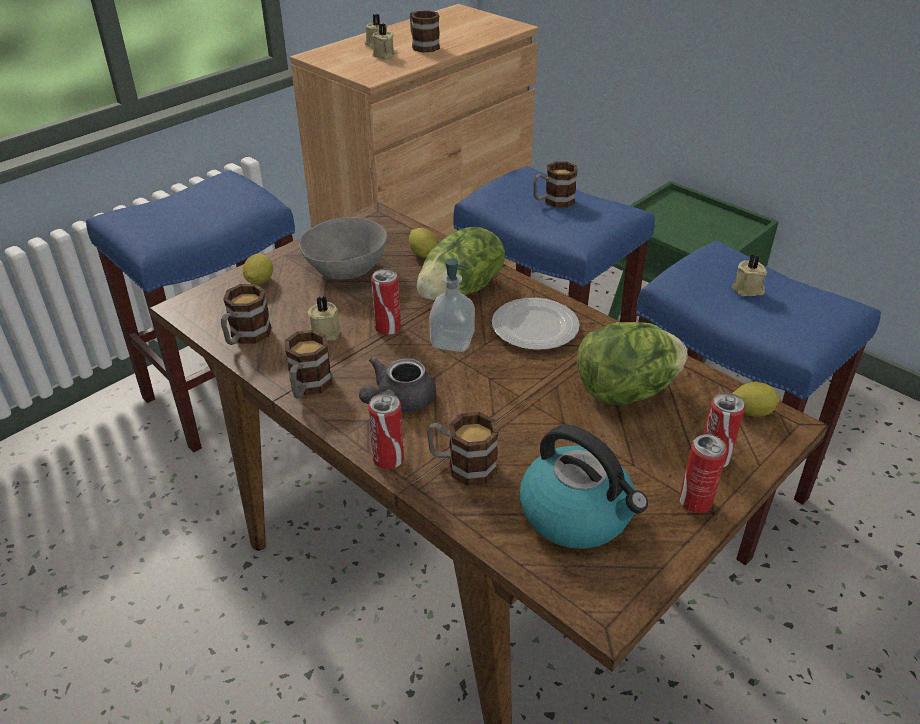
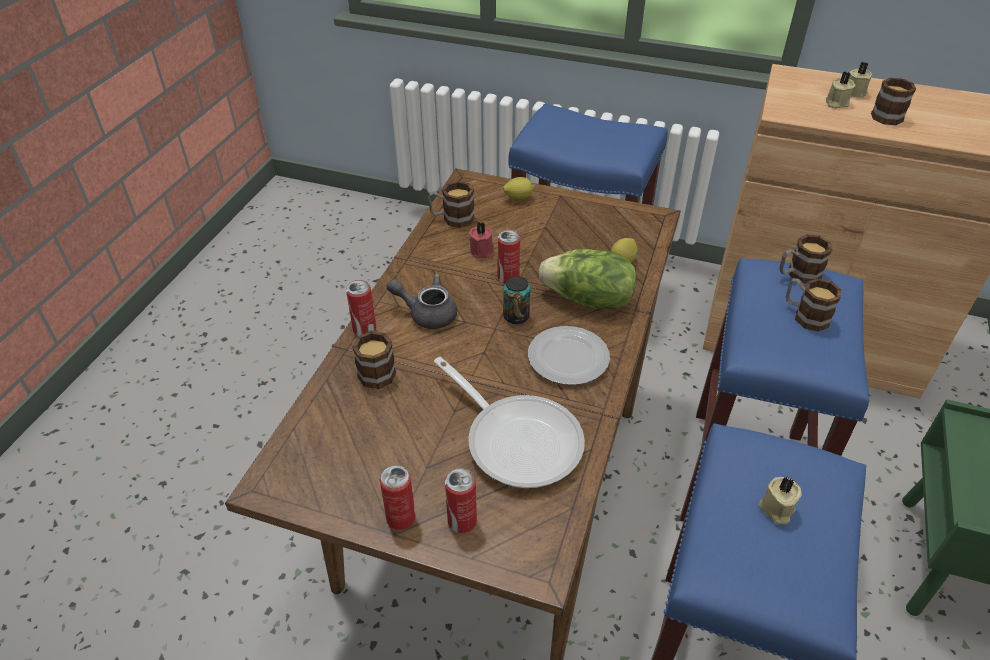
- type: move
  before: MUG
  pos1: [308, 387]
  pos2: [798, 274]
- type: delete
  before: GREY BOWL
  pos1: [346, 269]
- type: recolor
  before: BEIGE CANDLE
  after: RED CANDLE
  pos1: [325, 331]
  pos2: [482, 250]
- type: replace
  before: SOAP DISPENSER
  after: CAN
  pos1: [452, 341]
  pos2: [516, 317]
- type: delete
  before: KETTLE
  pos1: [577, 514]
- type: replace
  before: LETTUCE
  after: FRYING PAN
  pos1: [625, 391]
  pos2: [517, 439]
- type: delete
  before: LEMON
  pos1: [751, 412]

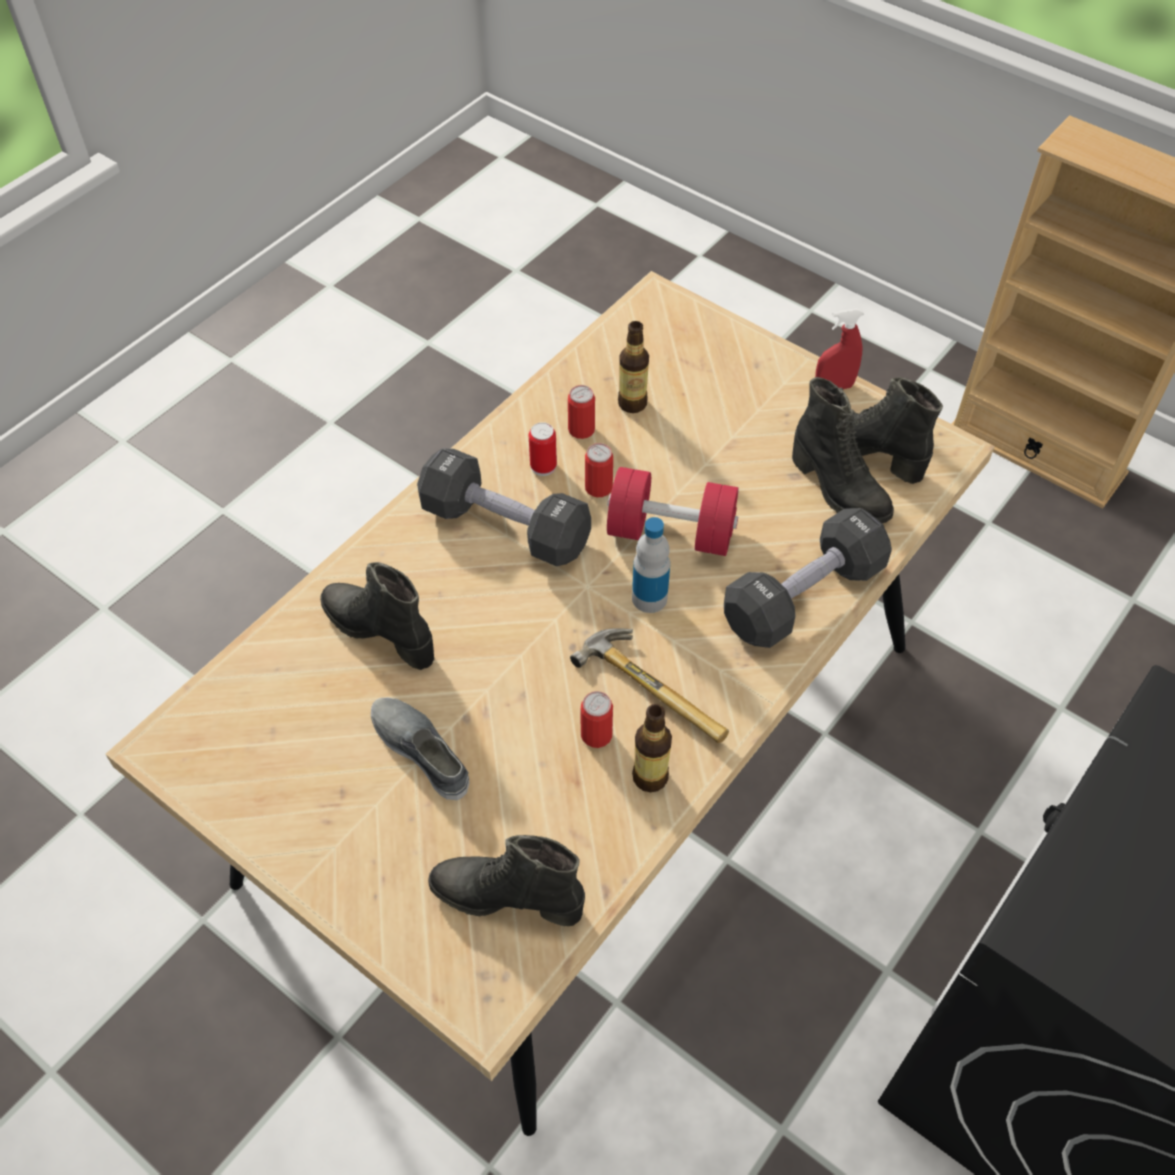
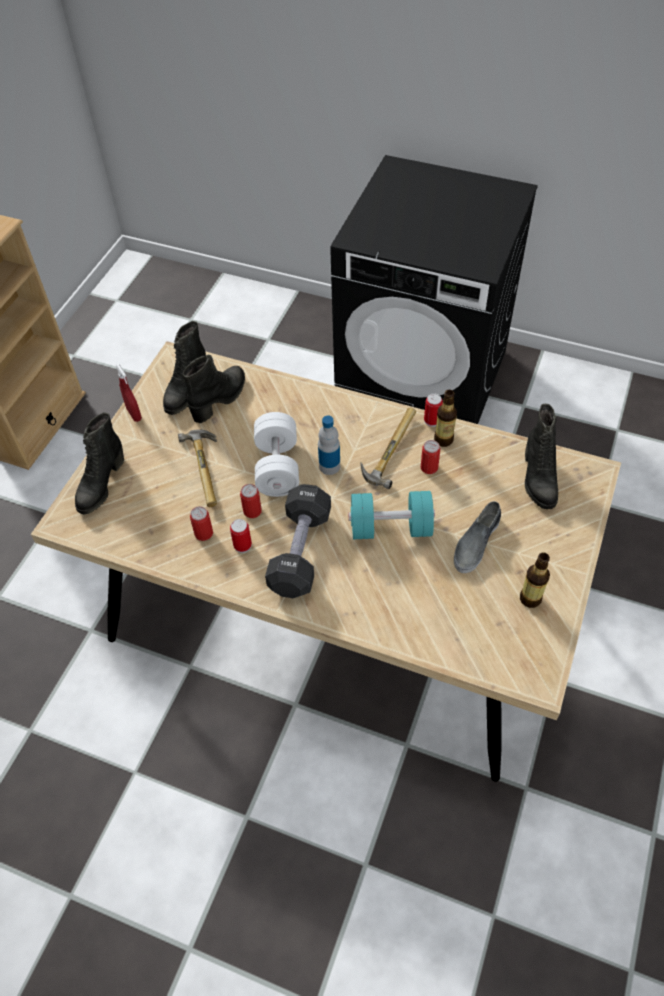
- type: move
  before: BLACK BOOT
  pos1: [380, 631]
  pos2: [101, 485]
- type: recolor
  before: RED DUMBBELL
  after: WHITE DUMBBELL
  pos1: [670, 532]
  pos2: [277, 467]
- type: move
  before: BOTTLE
  pos1: [632, 403]
  pos2: [530, 598]
- type: delete
  before: BLACK DUMBBELL
  pos1: [803, 596]
- type: insert
  after: HAMMER
  pos2: [208, 469]
- type: insert
  after: TURQUOISE DUMBBELL
  pos2: [390, 527]
- type: insert
  after: CAN
  pos2: [432, 420]

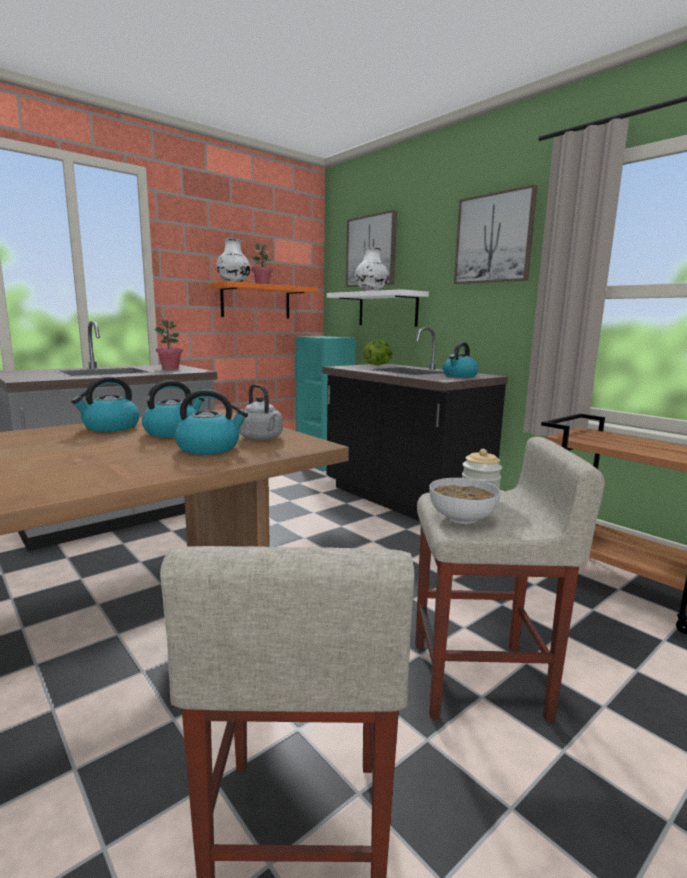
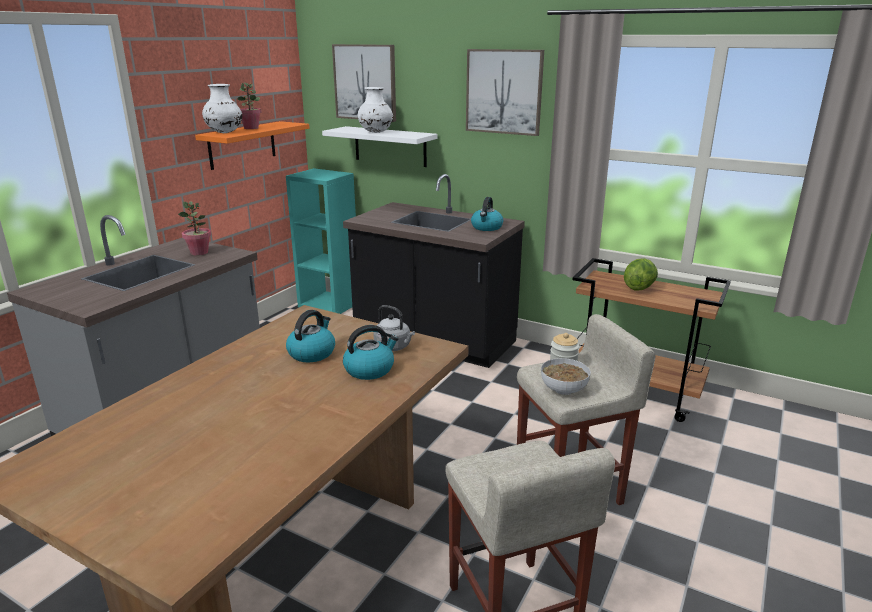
- type: delete
  before: KETTLE
  pos1: [110, 427]
- type: move
  before: LETTUCE
  pos1: [378, 365]
  pos2: [639, 288]

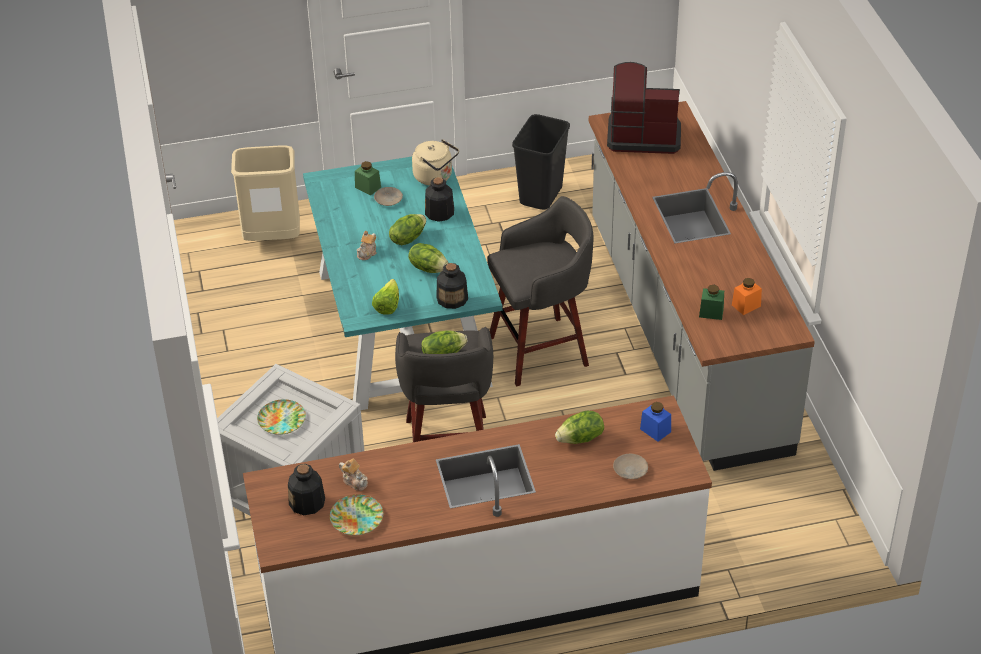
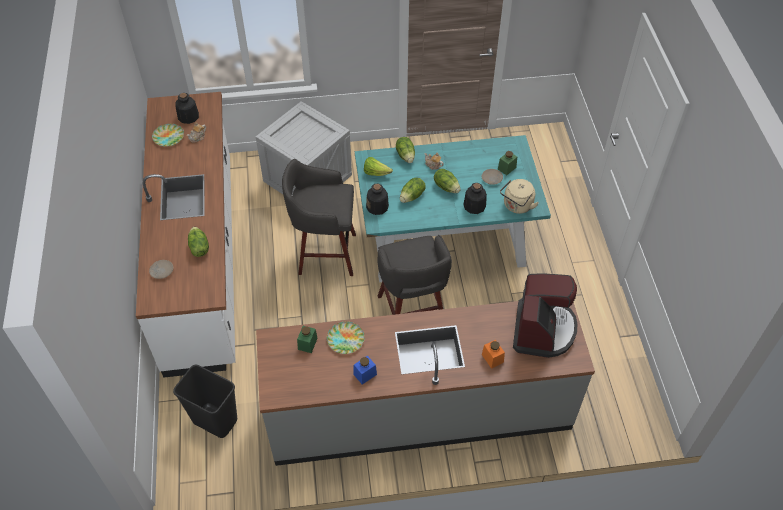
- type: delete
  before: BEIGE TRASH CAN
  pos1: [272, 239]
- type: move
  before: PLATE
  pos1: [282, 420]
  pos2: [345, 340]
- type: move
  before: LETTUCE
  pos1: [443, 354]
  pos2: [406, 155]
- type: move
  before: BLACK TRASH CAN
  pos1: [541, 196]
  pos2: [214, 421]
- type: move
  before: BLUE JAR
  pos1: [655, 430]
  pos2: [365, 374]
- type: move
  before: ORANGE JAR
  pos1: [746, 305]
  pos2: [492, 358]

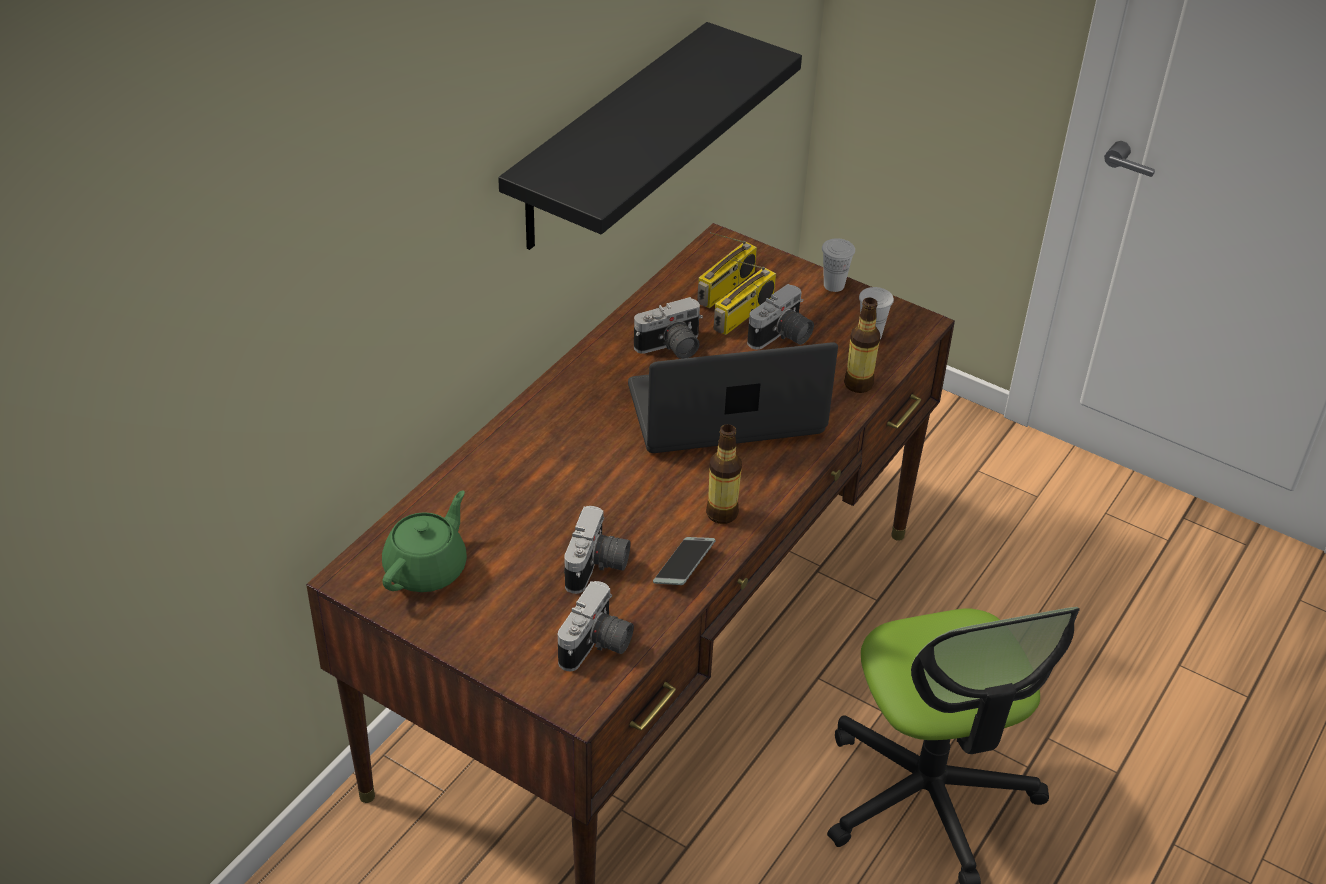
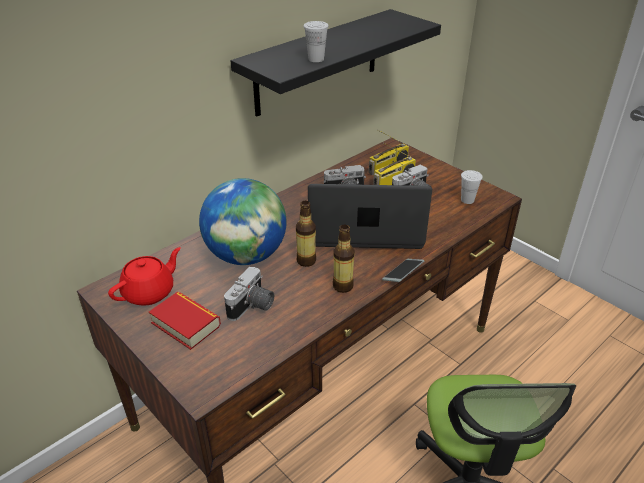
- type: recolor
  before: GREEN TEAPOT
  after: RED TEAPOT
  pos1: [427, 569]
  pos2: [150, 292]
- type: delete
  before: PHOTO CAMERA
  pos1: [597, 646]
- type: move
  before: PHONE
  pos1: [684, 566]
  pos2: [403, 274]
- type: move
  before: WHITE CUP
  pos1: [834, 285]
  pos2: [316, 59]
- type: move
  before: BOTTLE
  pos1: [858, 384]
  pos2: [306, 261]
- type: insert
  after: BOOK
  pos2: [186, 324]
- type: insert
  after: GLOBE
  pos2: [246, 255]

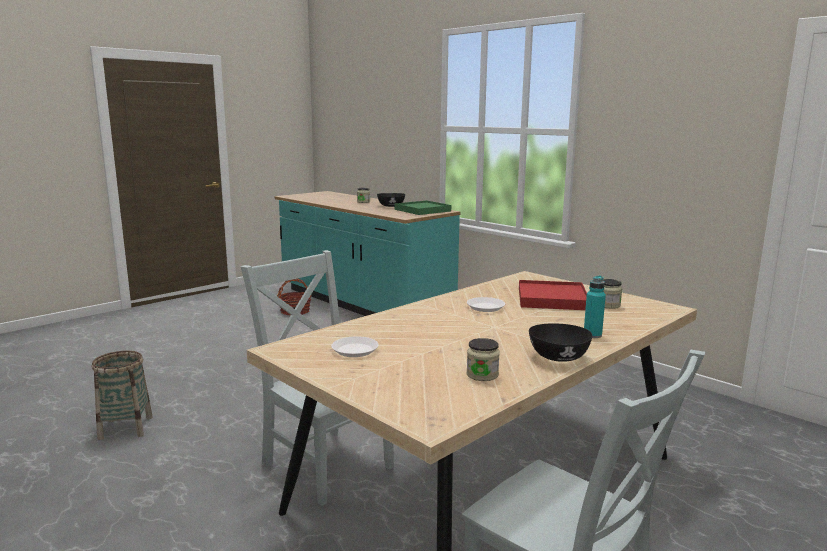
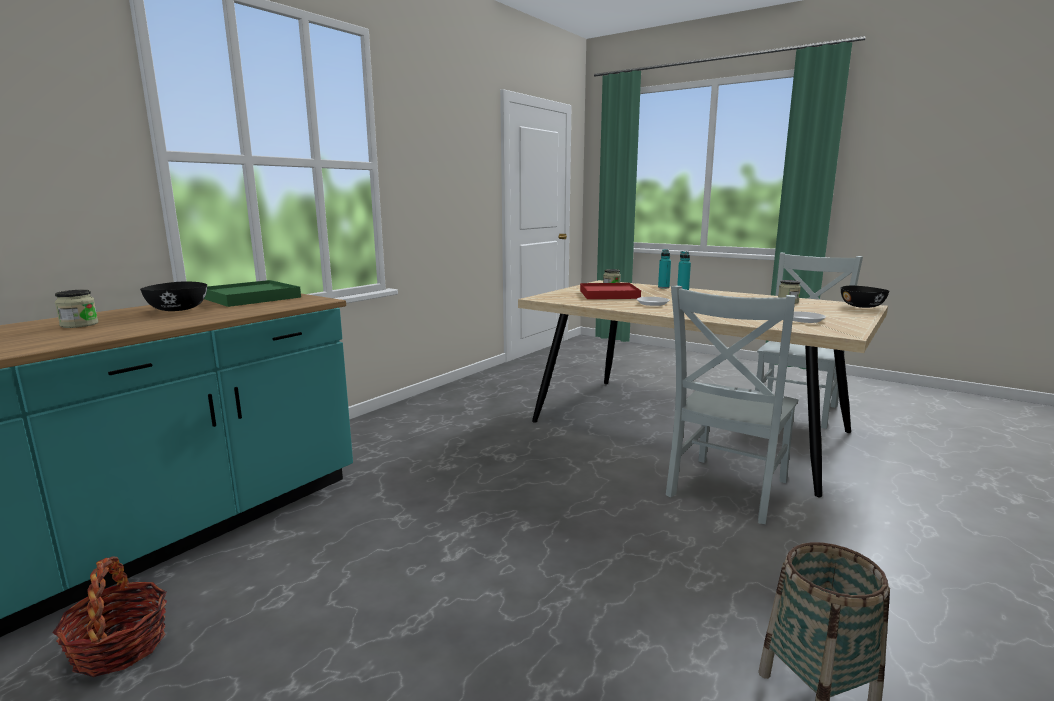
- type: move
  before: BLACK BOWL
  pos1: [558, 357]
  pos2: [862, 307]
- type: insert
  after: TURQUOISE BOTTLE
  pos2: [663, 287]

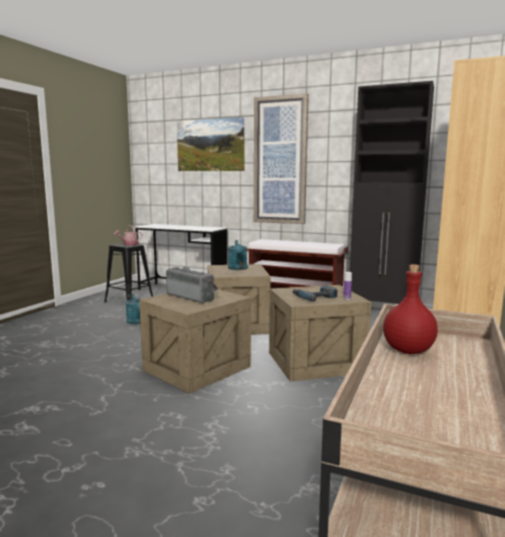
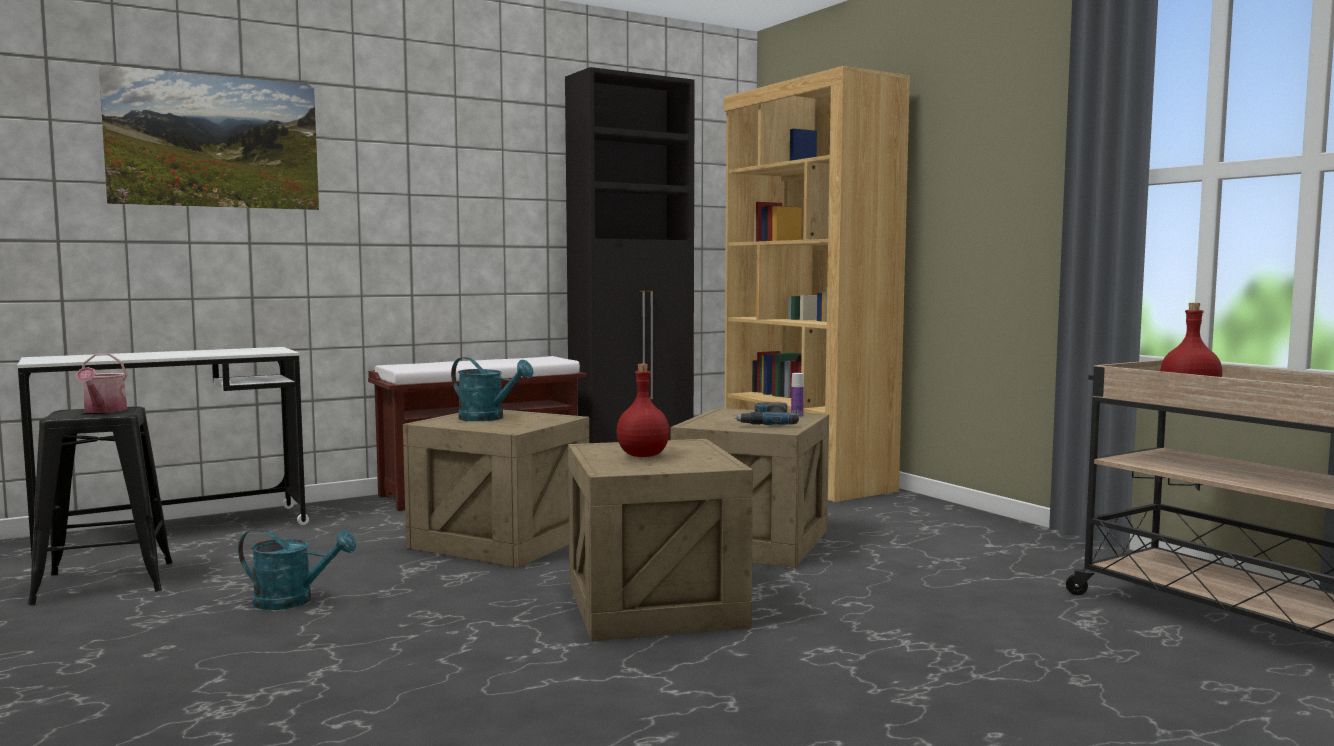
- type: replace
  before: RADIO
  after: RED BOTTLE
  pos1: [192, 297]
  pos2: [643, 455]
- type: delete
  before: PICTURE
  pos1: [280, 161]

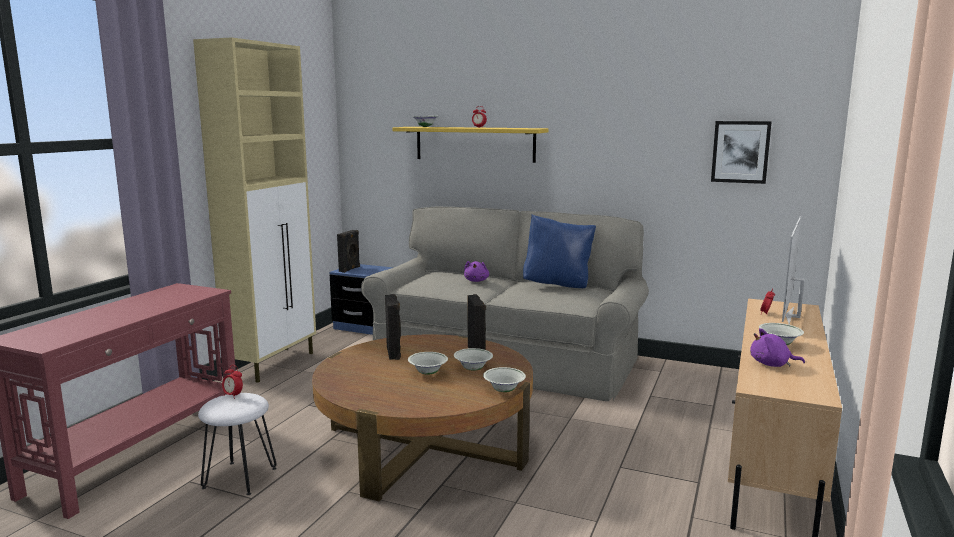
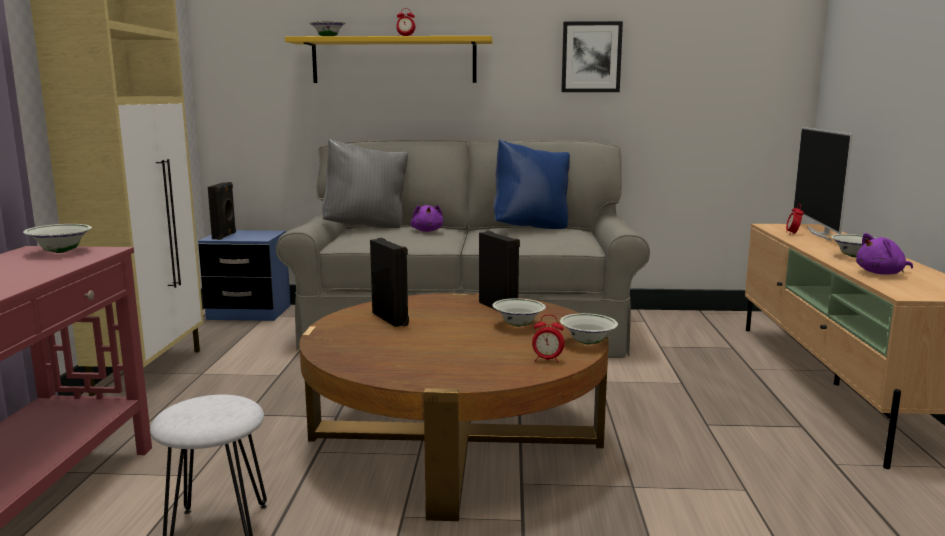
- type: move
  before: ALARM CLOCK
  pos1: [233, 396]
  pos2: [547, 360]
- type: move
  before: WHITE BOWL
  pos1: [428, 373]
  pos2: [61, 252]
- type: move
  before: PICTURE
  pos1: [740, 152]
  pos2: [591, 57]
- type: insert
  after: GREY PILLOW
  pos2: [366, 227]

